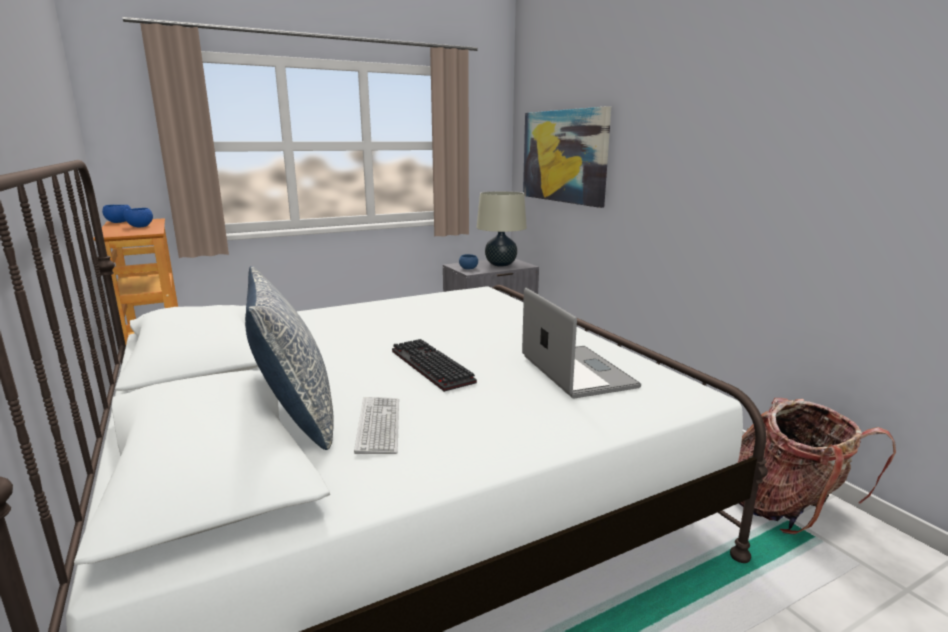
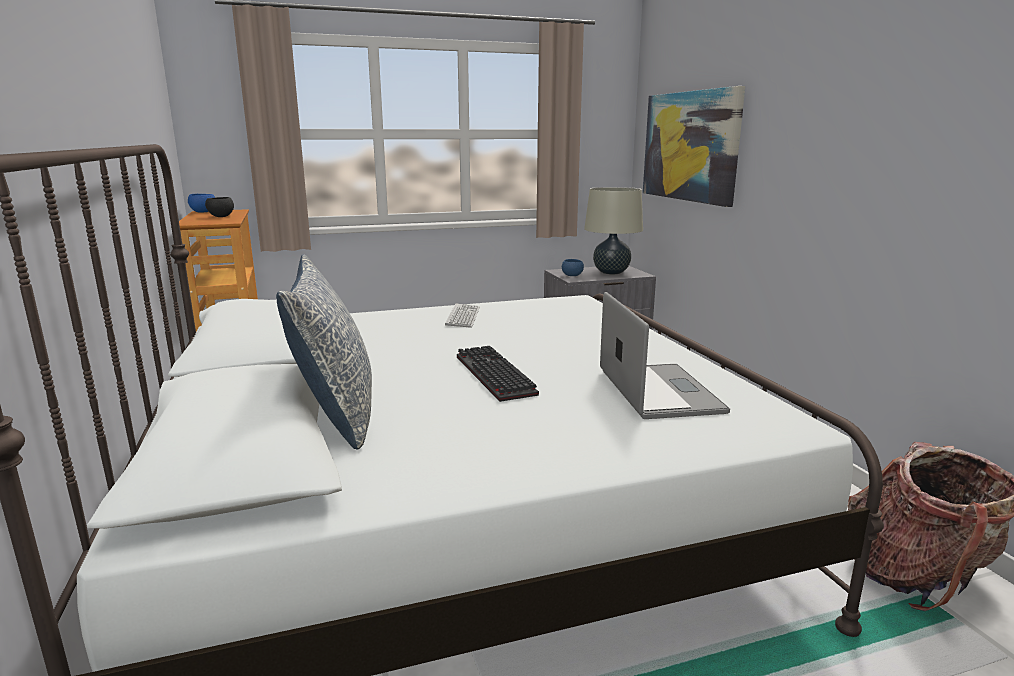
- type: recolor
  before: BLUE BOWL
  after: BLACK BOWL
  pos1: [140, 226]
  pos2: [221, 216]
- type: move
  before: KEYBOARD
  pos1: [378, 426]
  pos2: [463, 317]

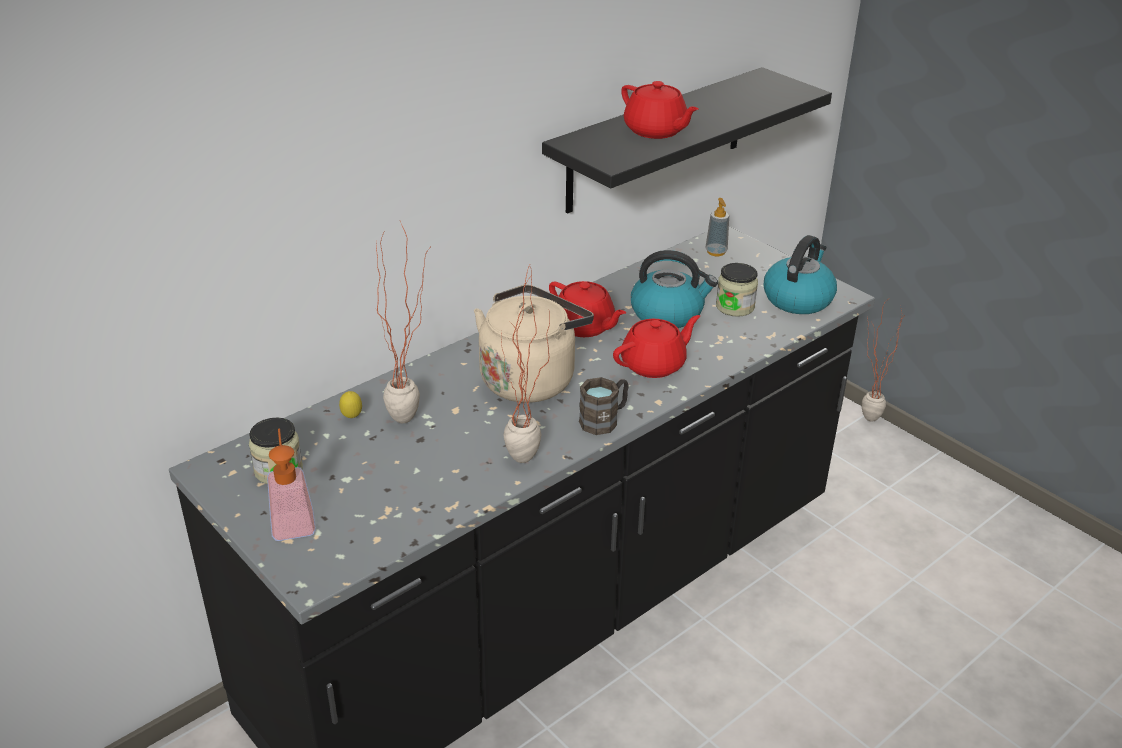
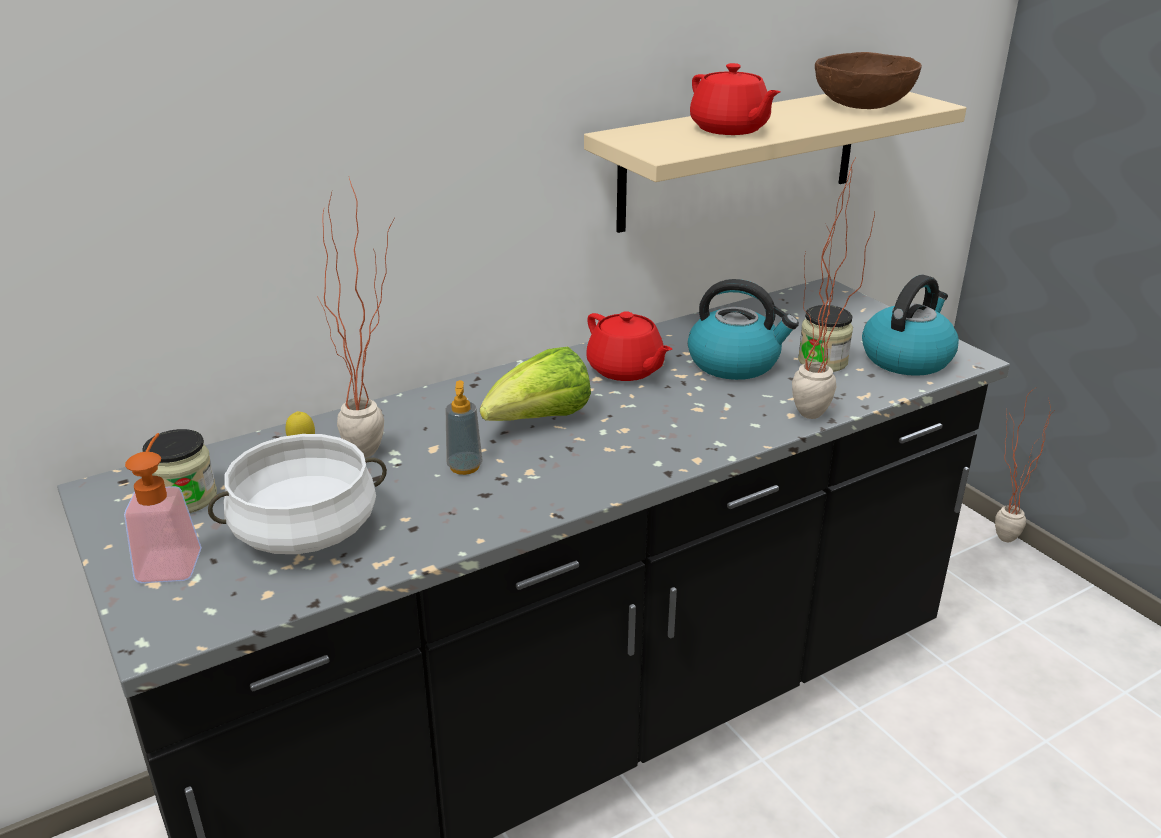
- type: replace
  before: BEIGE KETTLE
  after: LETTUCE
  pos1: [530, 378]
  pos2: [540, 421]
- type: move
  before: POTTED PLANT
  pos1: [524, 465]
  pos2: [813, 421]
- type: recolor
  before: BLACK SHELF
  after: BEIGE SHELF
  pos1: [657, 140]
  pos2: [741, 157]
- type: delete
  before: BROWN MUG
  pos1: [604, 420]
- type: delete
  before: RED TEAPOT
  pos1: [654, 365]
- type: move
  before: SOAP DISPENSER
  pos1: [716, 252]
  pos2: [464, 467]
- type: insert
  after: WHITE COOKING POT
  pos2: [305, 532]
- type: insert
  after: BROWN BOWL
  pos2: [863, 105]

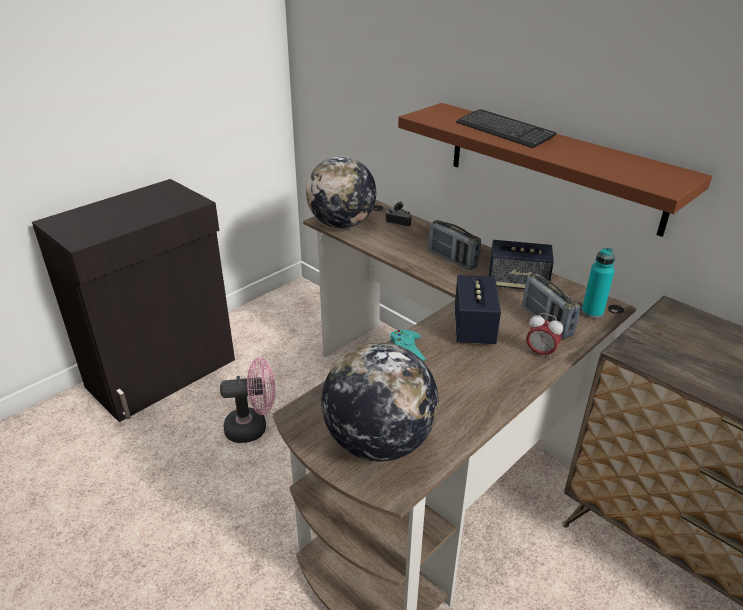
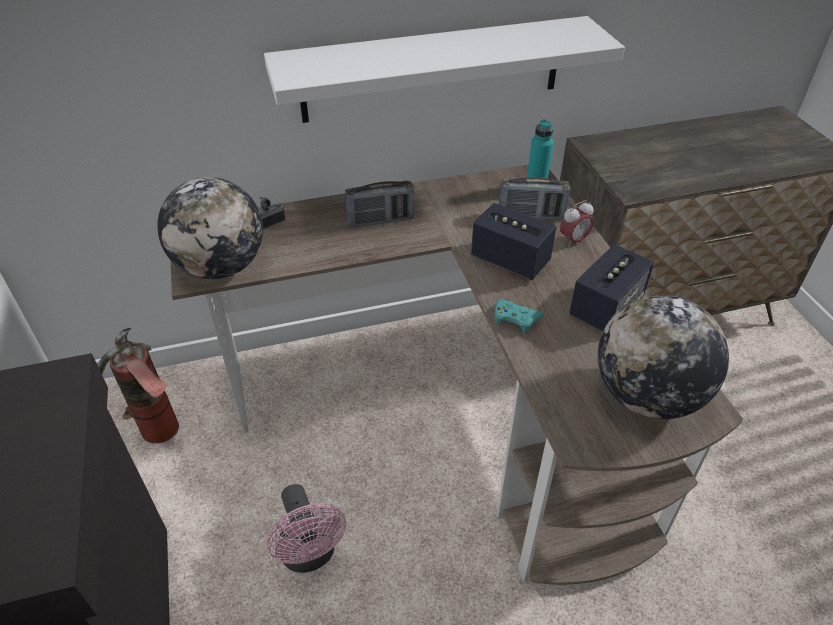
- type: rotate
  before: PINK FAN
  pos1: [253, 427]
  pos2: [310, 555]
  turn: 135
- type: recolor
  before: BROWN SHELF
  after: WHITE SHELF
  pos1: [553, 166]
  pos2: [432, 70]
- type: delete
  before: KEYBOARD
  pos1: [504, 131]
- type: move
  before: SPEAKER
  pos1: [517, 283]
  pos2: [606, 308]
- type: insert
  after: FIRE EXTINGUISHER
  pos2: [154, 441]

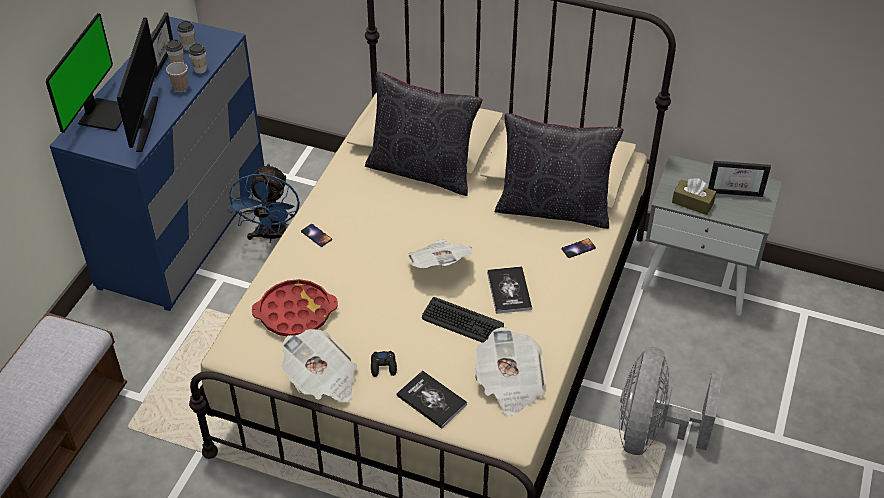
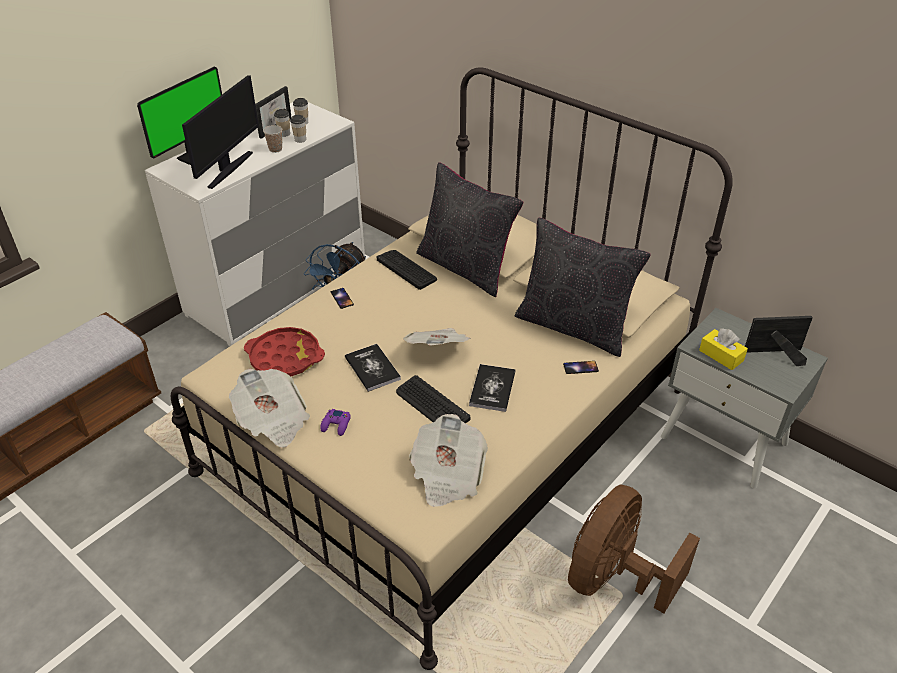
- type: recolor
  before: BLUE DRESSER
  after: WHITE DRESSER
  pos1: [184, 230]
  pos2: [277, 288]
- type: recolor
  before: BLACK GAME CONTROLLER
  after: PURPLE GAME CONTROLLER
  pos1: [383, 366]
  pos2: [336, 425]
- type: move
  before: BOOK
  pos1: [431, 400]
  pos2: [372, 368]
- type: recolor
  before: GREY FAN
  after: BROWN FAN
  pos1: [652, 432]
  pos2: [614, 578]
- type: recolor
  before: BROWN TISSUE BOX
  after: YELLOW TISSUE BOX
  pos1: [692, 203]
  pos2: [721, 355]
- type: rotate
  before: PICTURE FRAME
  pos1: [735, 190]
  pos2: [773, 354]
  turn: 150
- type: insert
  after: KEYBOARD
  pos2: [406, 269]

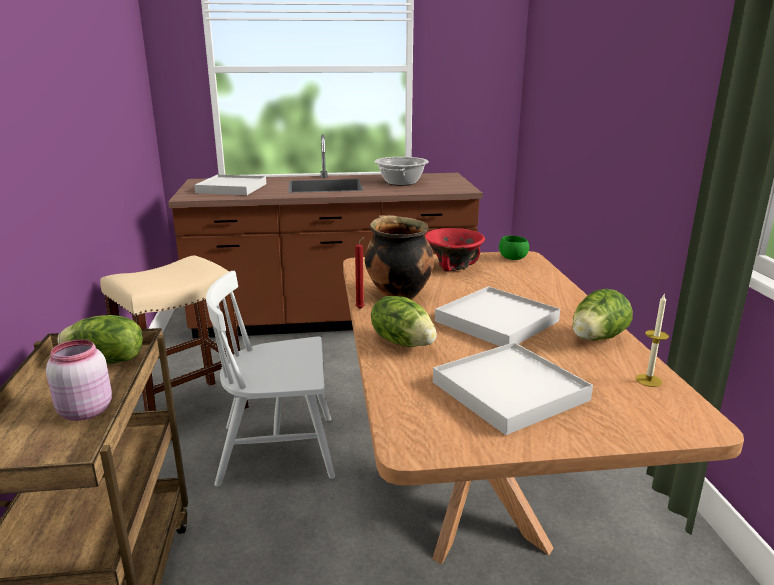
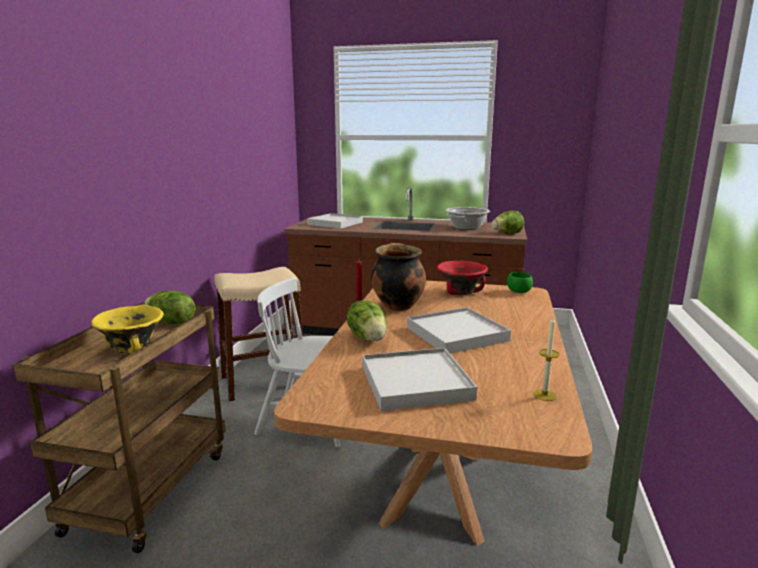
- type: replace
  before: PINK JAR
  after: YELLOW BOWL
  pos1: [84, 411]
  pos2: [132, 348]
- type: move
  before: LETTUCE
  pos1: [596, 339]
  pos2: [507, 233]

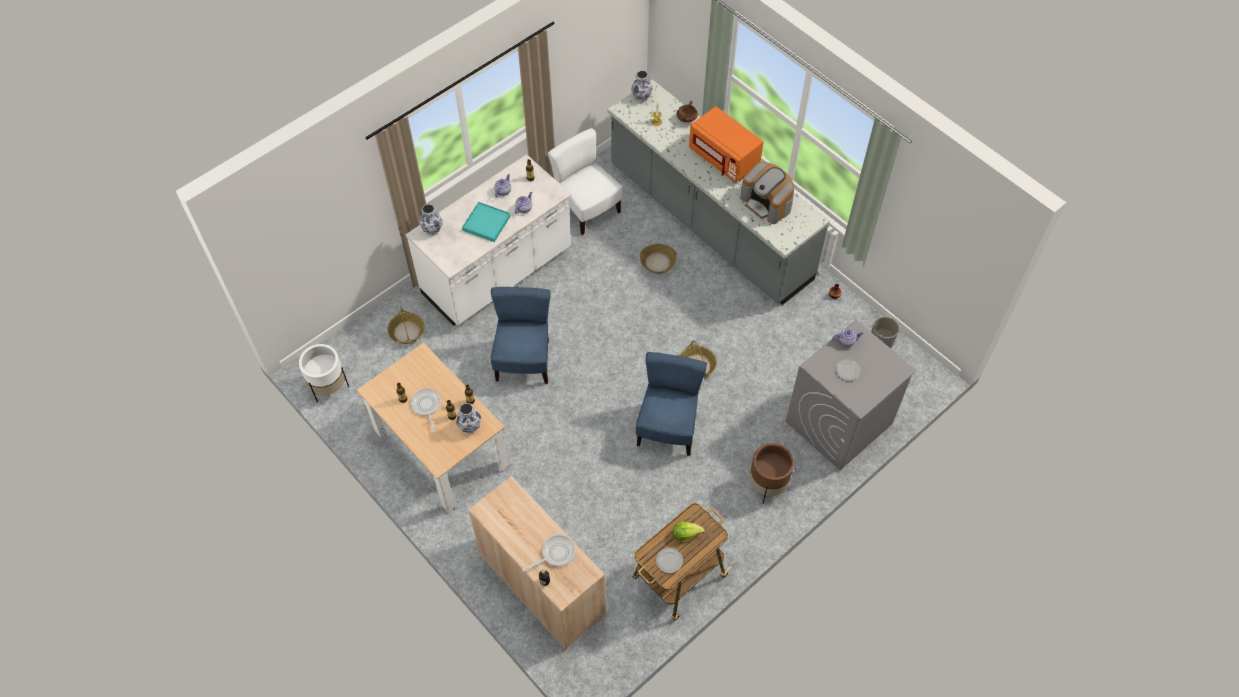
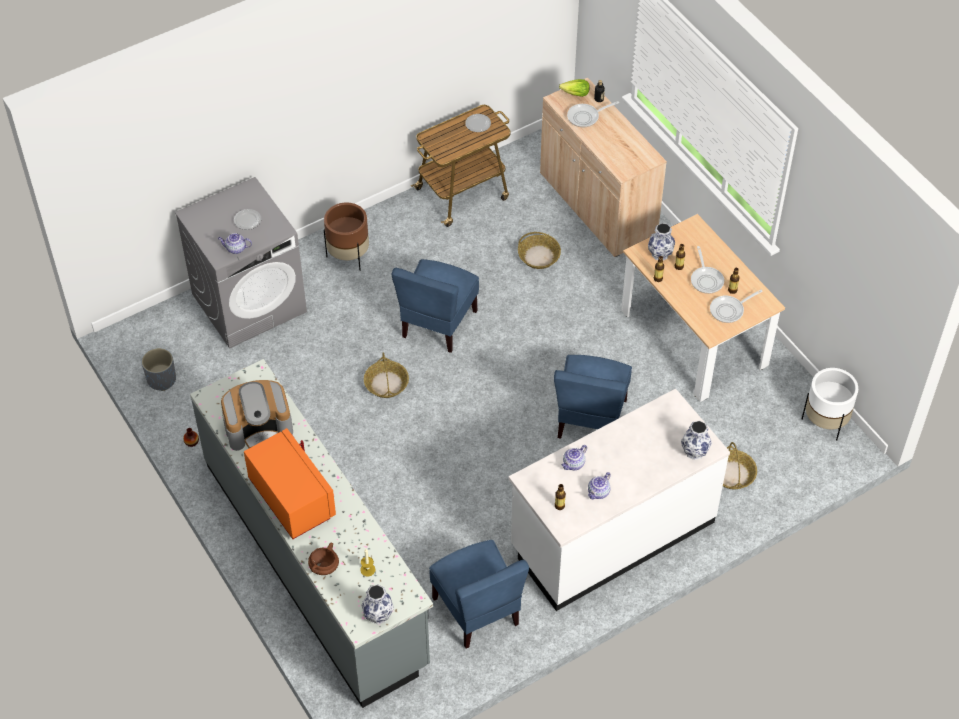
- type: delete
  before: TURQUOISE TRAY
  pos1: [486, 223]
- type: recolor
  before: WHITE CHAIR
  after: BLUE CHAIR
  pos1: [587, 209]
  pos2: [477, 611]
- type: move
  before: BASKET
  pos1: [658, 262]
  pos2: [538, 256]
- type: move
  before: LETTUCE
  pos1: [686, 533]
  pos2: [575, 94]
- type: rotate
  before: COFFEE MACHINE
  pos1: [767, 203]
  pos2: [259, 427]
  turn: 105
- type: insert
  after: FRYING PAN
  pos2: [729, 310]

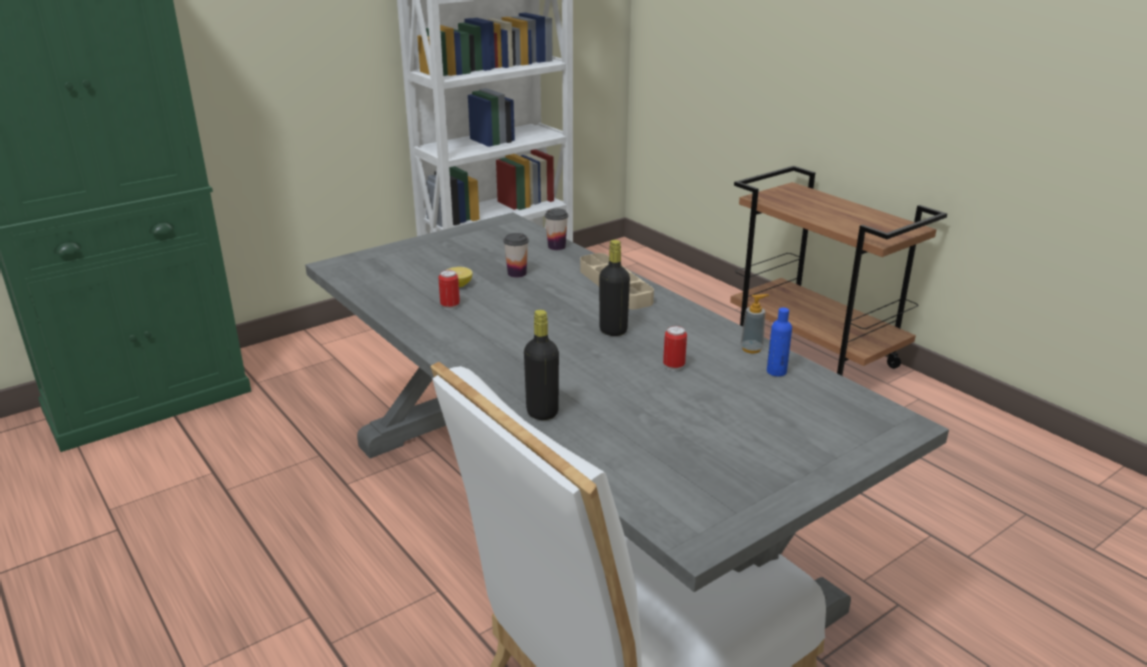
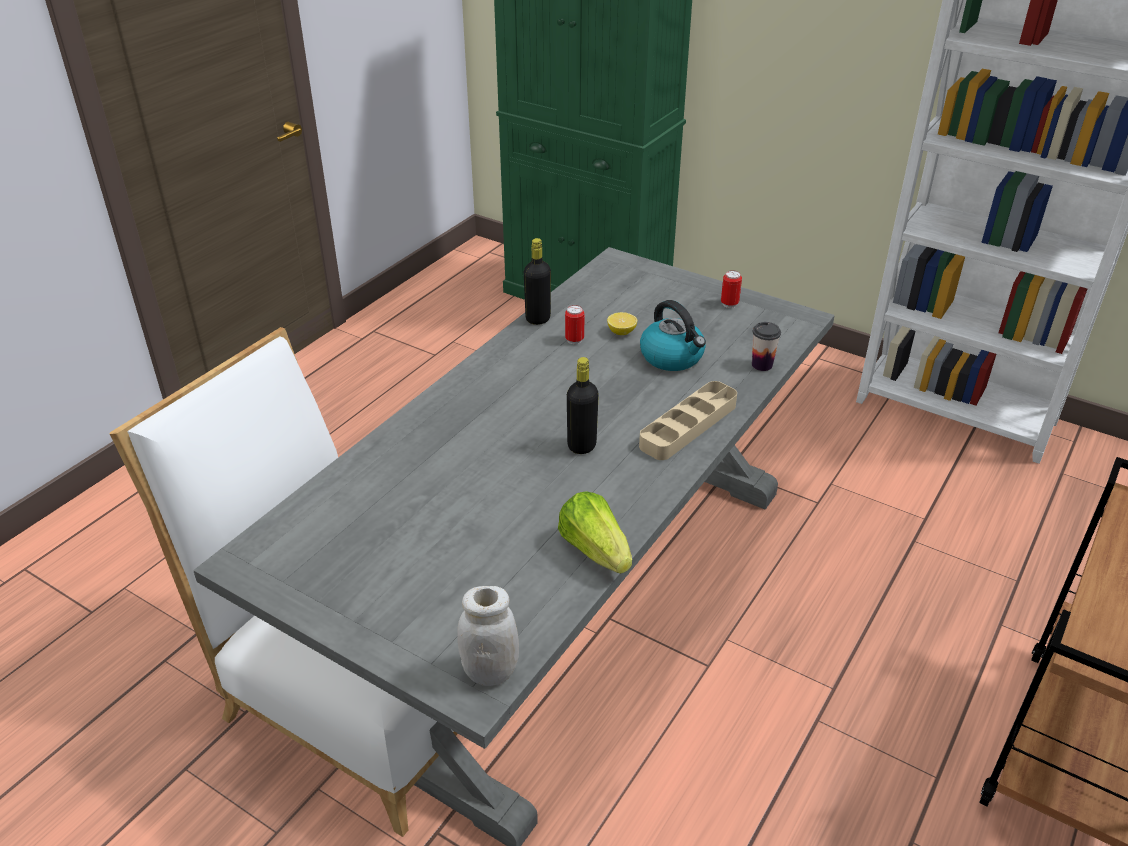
- type: replace
  before: CUP
  after: KETTLE
  pos1: [517, 273]
  pos2: [673, 357]
- type: move
  before: BLACK BOTTLE
  pos1: [542, 412]
  pos2: [538, 318]
- type: move
  before: CAN
  pos1: [674, 366]
  pos2: [729, 304]
- type: replace
  before: SOAP DISPENSER
  after: LETTUCE
  pos1: [751, 349]
  pos2: [595, 550]
- type: delete
  before: BLUE BOTTLE
  pos1: [776, 371]
- type: insert
  after: WHITE JAR
  pos2: [490, 671]

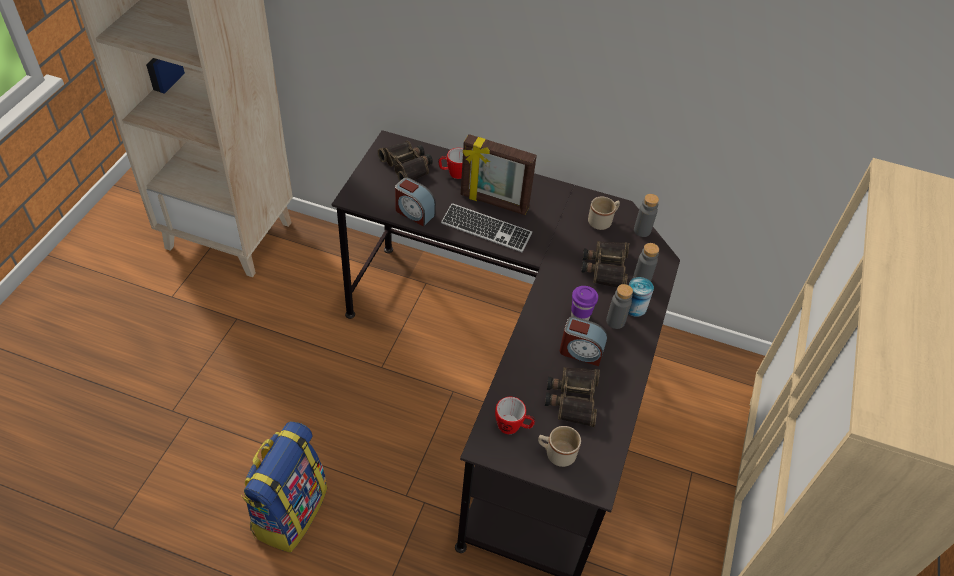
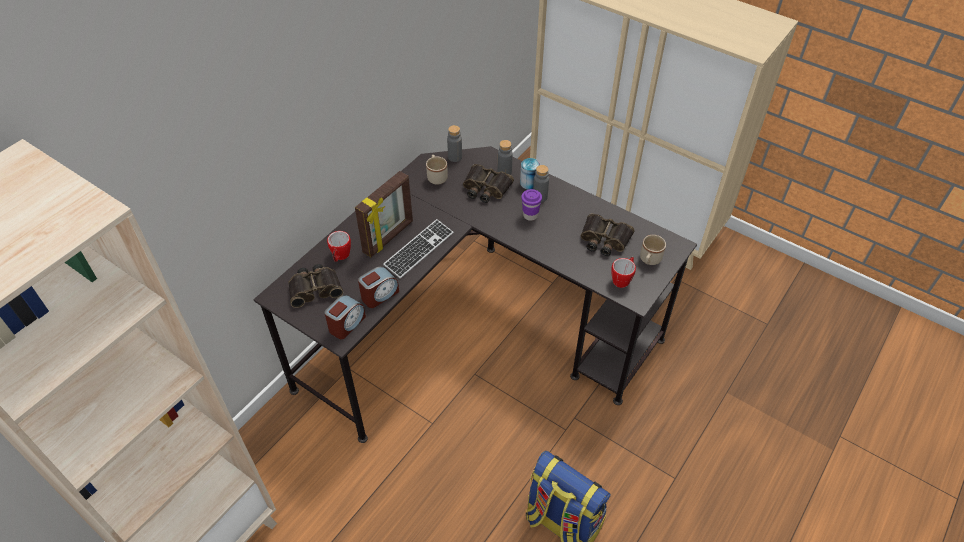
- type: move
  before: ALARM CLOCK
  pos1: [581, 351]
  pos2: [346, 324]

